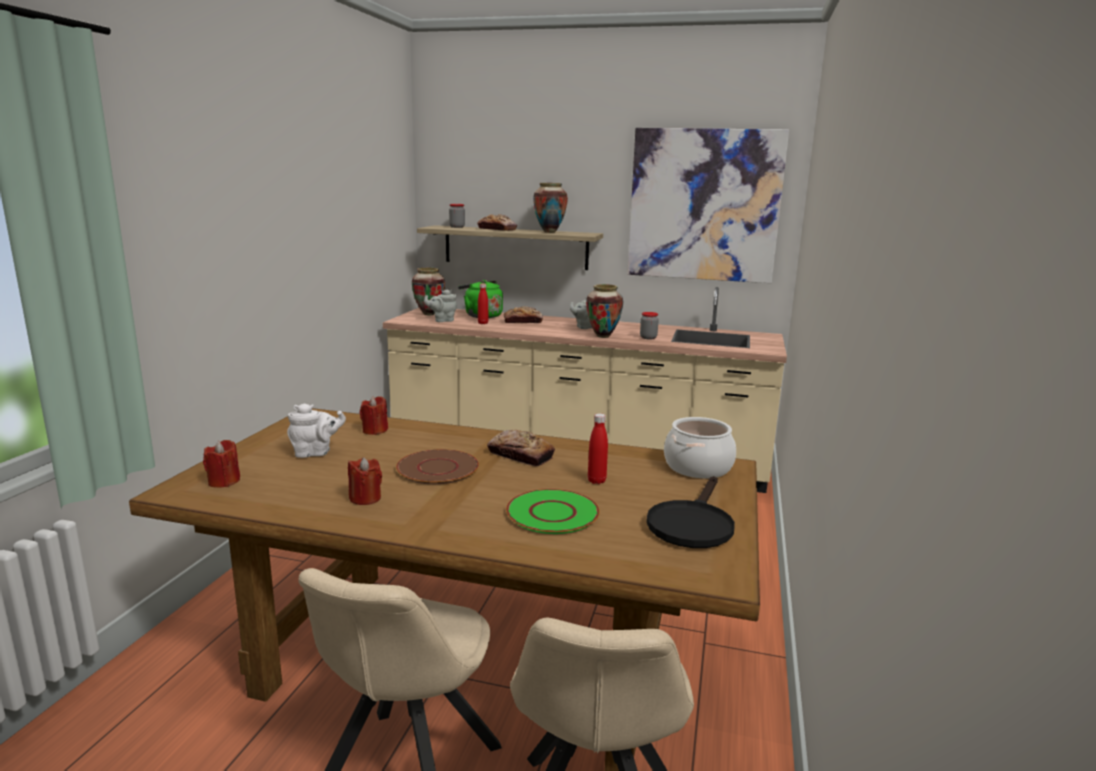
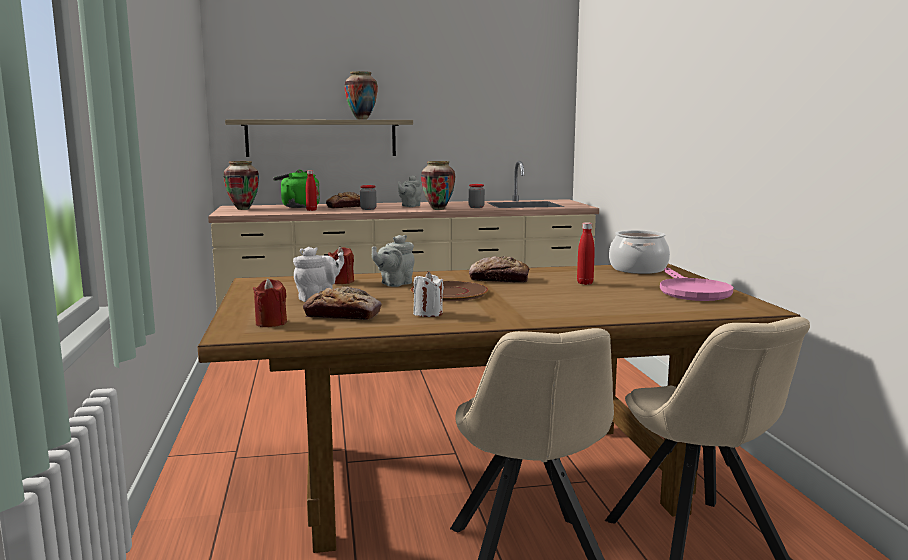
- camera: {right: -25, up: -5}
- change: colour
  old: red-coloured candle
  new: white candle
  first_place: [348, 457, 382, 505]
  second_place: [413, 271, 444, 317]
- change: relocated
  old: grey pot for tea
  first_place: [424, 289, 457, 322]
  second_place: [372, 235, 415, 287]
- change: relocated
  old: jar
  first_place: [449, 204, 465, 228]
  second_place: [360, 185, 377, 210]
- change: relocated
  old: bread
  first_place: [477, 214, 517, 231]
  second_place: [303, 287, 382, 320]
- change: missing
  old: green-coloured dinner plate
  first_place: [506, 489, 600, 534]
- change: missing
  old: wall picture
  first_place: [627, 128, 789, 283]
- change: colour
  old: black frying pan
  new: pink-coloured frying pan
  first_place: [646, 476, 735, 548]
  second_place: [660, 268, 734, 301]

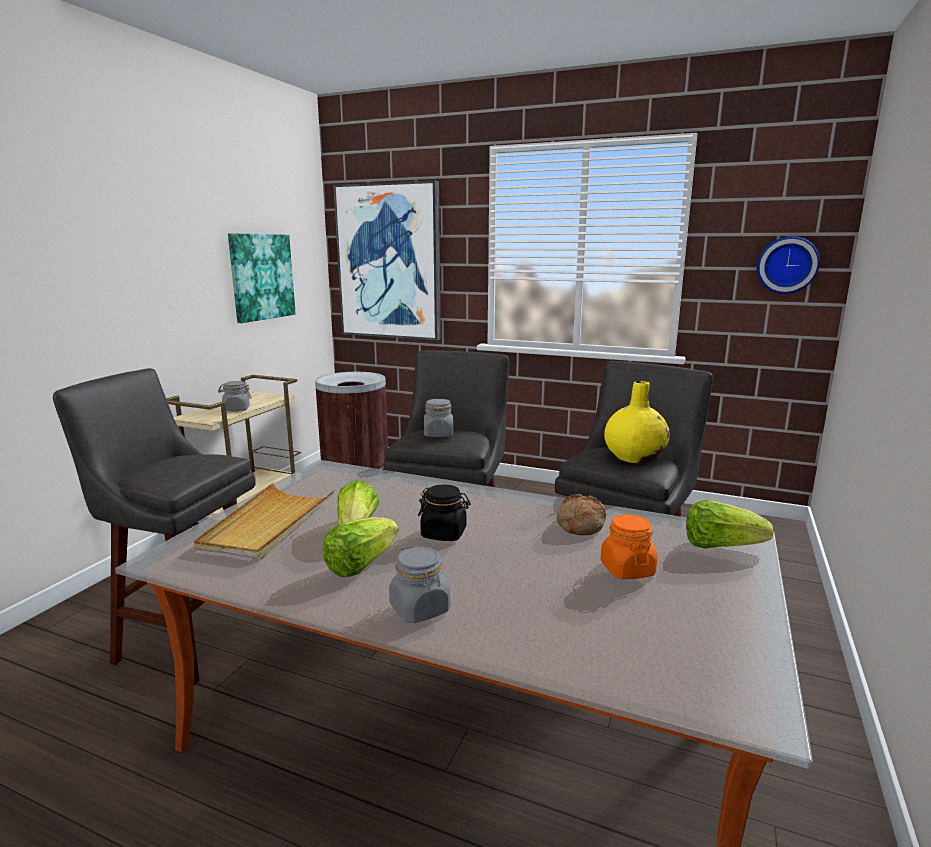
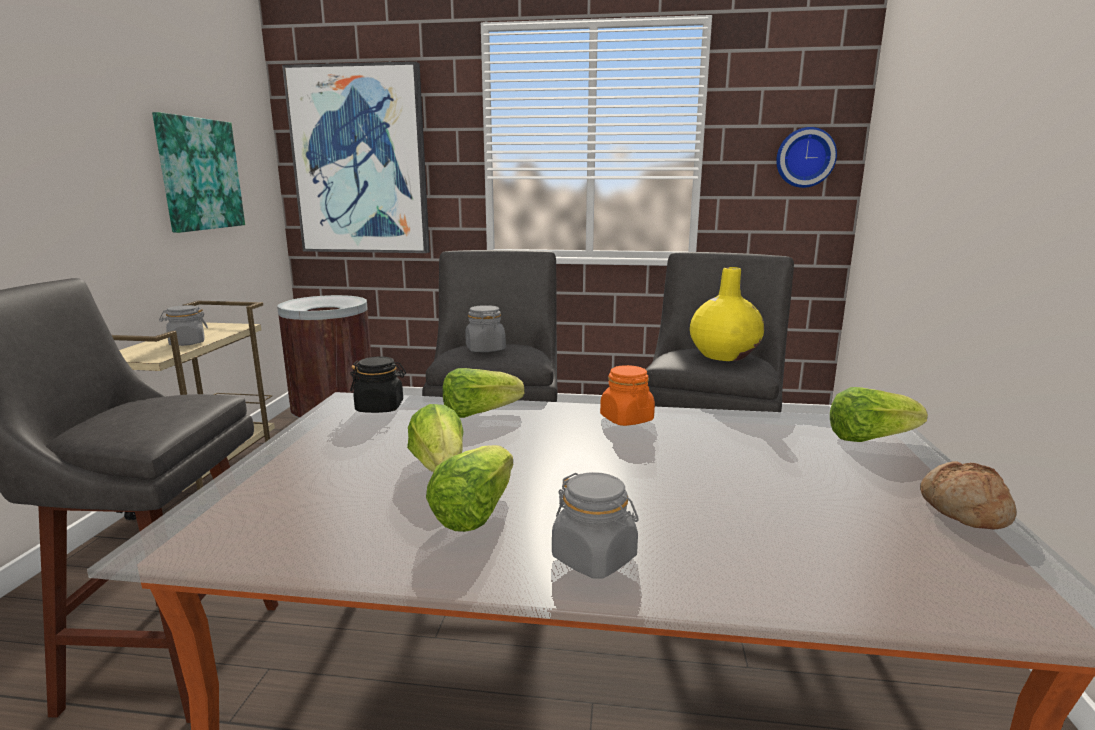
- camera: {right: -15, up: 0}
- change: missing
  old: beige-coloured tray
  first_place: [194, 483, 335, 560]
- change: relocated
  old: black jar
  first_place: [418, 485, 471, 541]
  second_place: [350, 357, 406, 413]
- change: relocated
  old: bread
  first_place: [557, 494, 606, 535]
  second_place: [920, 461, 1017, 529]
- change: relocated
  old: orangey jar
  first_place: [601, 514, 657, 579]
  second_place: [600, 365, 655, 426]
- change: appeared
  new: lettuce
  second_place: [442, 368, 524, 418]

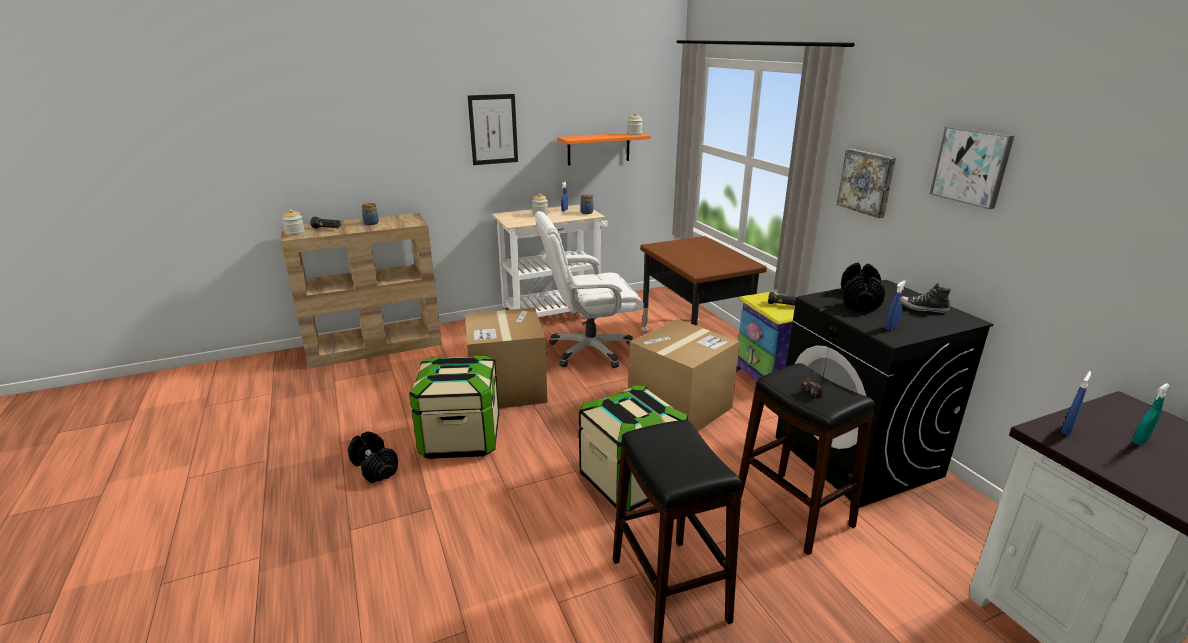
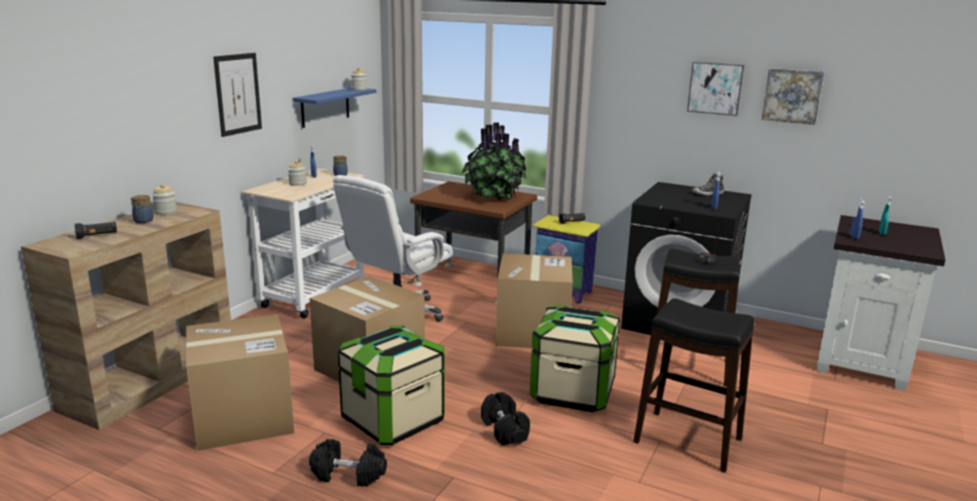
- camera: {right: -40, up: -5}
- change: relocated
  old: jar
  first_place: [282, 209, 305, 236]
  second_place: [152, 184, 177, 215]
- change: colour
  old: orangey shelf
  new: blue-coloured shelf
  first_place: [558, 133, 651, 166]
  second_place: [293, 88, 376, 128]
- change: relocated
  old: wall picture
  first_place: [837, 149, 896, 218]
  second_place: [762, 68, 824, 125]
- change: relocated
  old: black hand weight
  first_place: [841, 263, 885, 310]
  second_place: [481, 392, 530, 445]
- change: appeared
  new: carton
  second_place: [186, 314, 294, 451]
- change: appeared
  new: houseplant
  second_place: [461, 122, 526, 201]

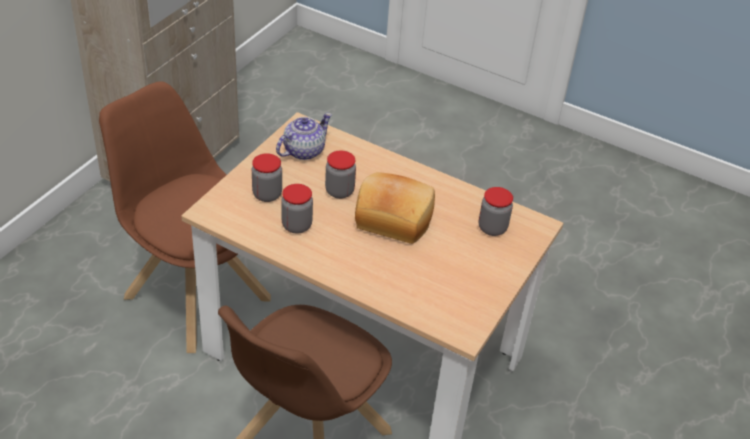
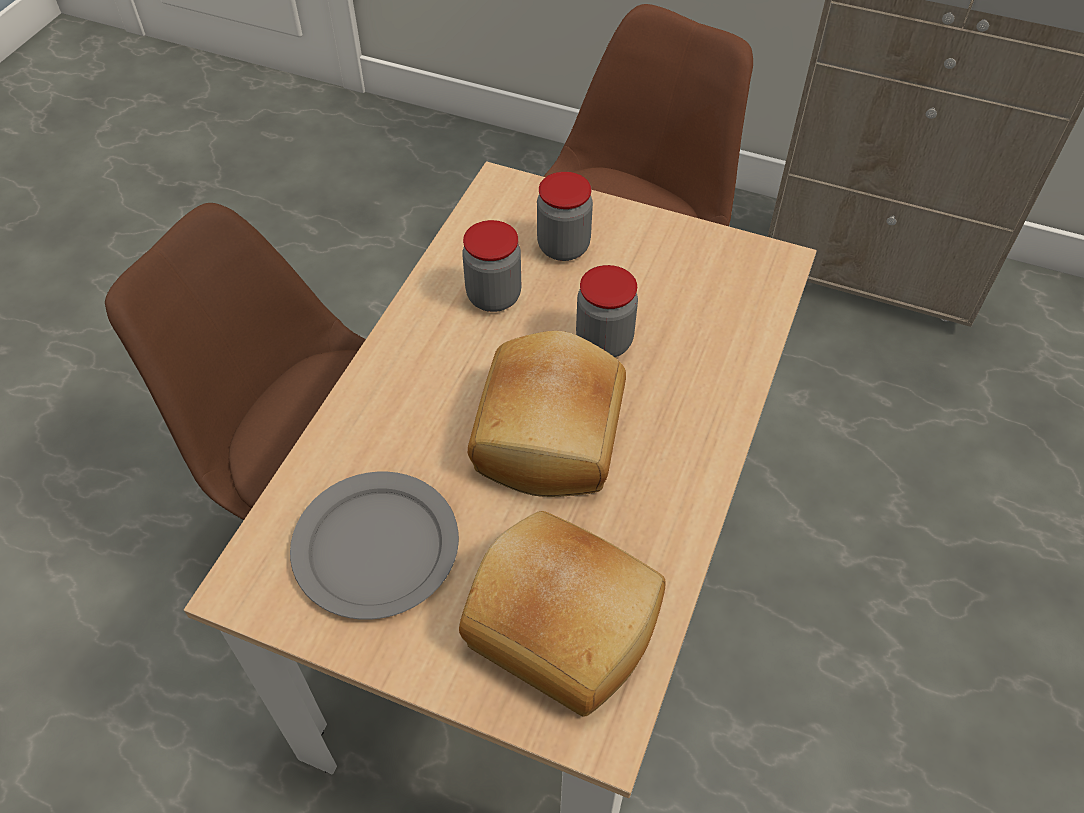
- camera: {right: 85, up: 10}
- change: missing
  old: pot for tea
  first_place: [276, 113, 332, 160]
- change: exchanged
  old: jar
  new: bread
  first_place: [479, 187, 513, 236]
  second_place: [459, 511, 666, 717]
- change: appeared
  new: grey dinner plate
  second_place: [290, 472, 459, 620]

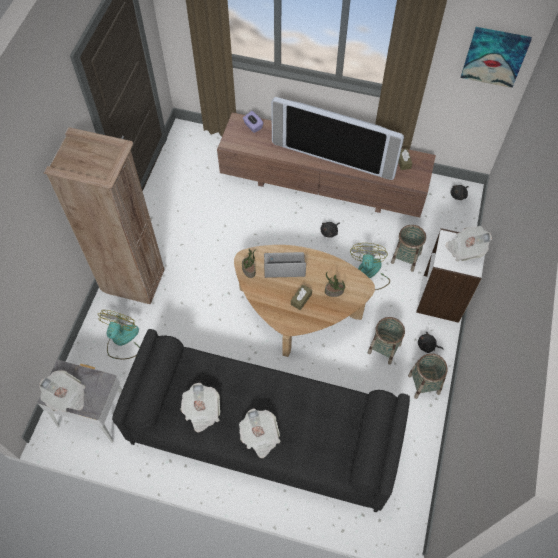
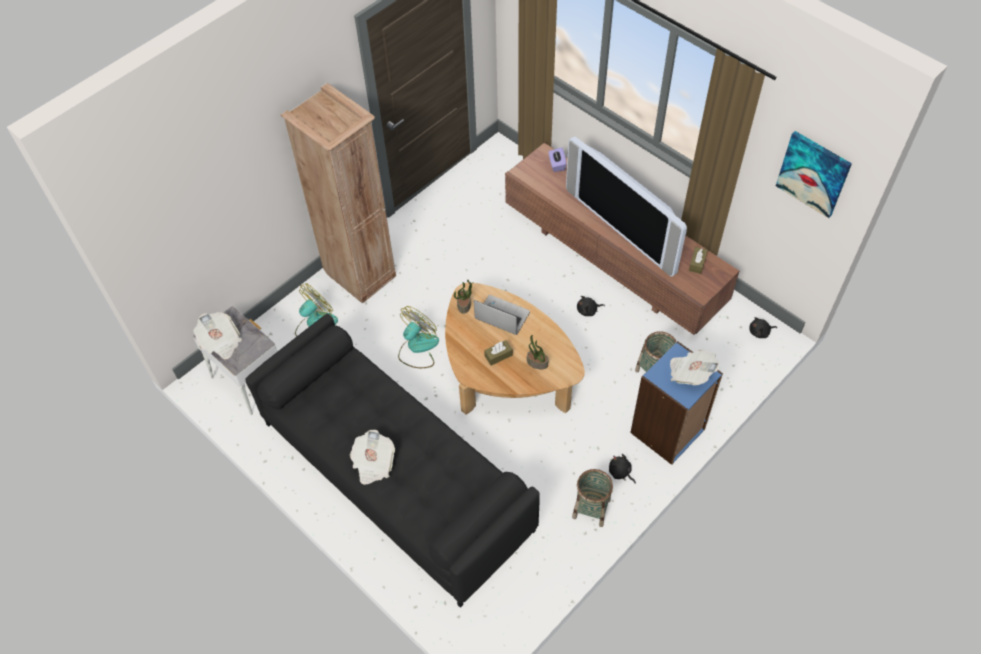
- camera: {right: 30, up: -5}
- change: missing
  old: newspaper
  first_place: [181, 383, 220, 433]
- change: relocated
  old: cooling fan
  first_place: [350, 243, 390, 290]
  second_place: [398, 306, 439, 368]
- change: missing
  old: storage basket
  first_place: [368, 317, 405, 365]
- change: colour
  old: white bookcase
  new: blue-coloured bookcase
  first_place: [416, 228, 485, 323]
  second_place: [630, 341, 723, 465]

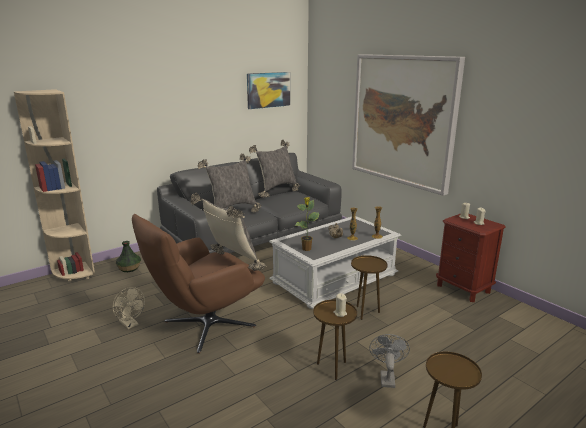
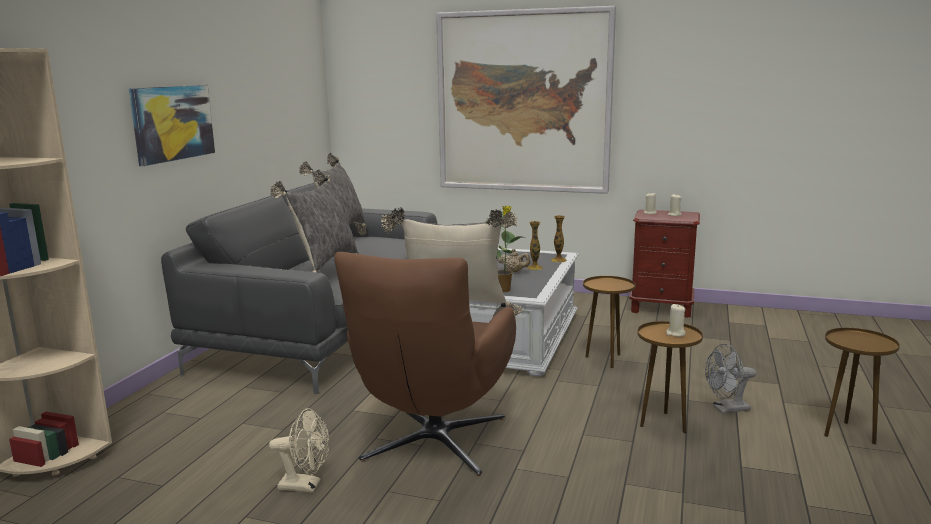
- camera: {right: -35, up: -5}
- change: missing
  old: decorative vase
  first_place: [116, 241, 141, 272]
- change: relocated
  old: wall picture
  first_place: [247, 72, 290, 109]
  second_place: [129, 85, 215, 166]
- change: spun
  old: grey cooling fan
  first_place: [369, 334, 410, 388]
  second_place: [705, 344, 756, 414]
  degrees: -75

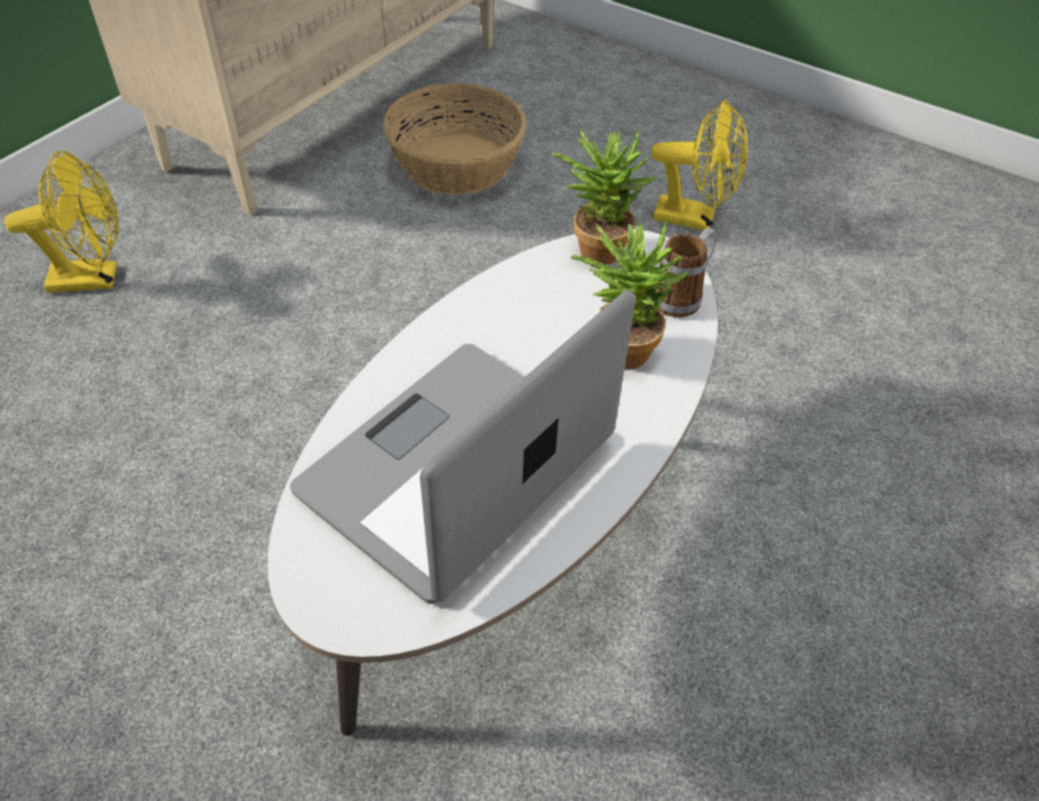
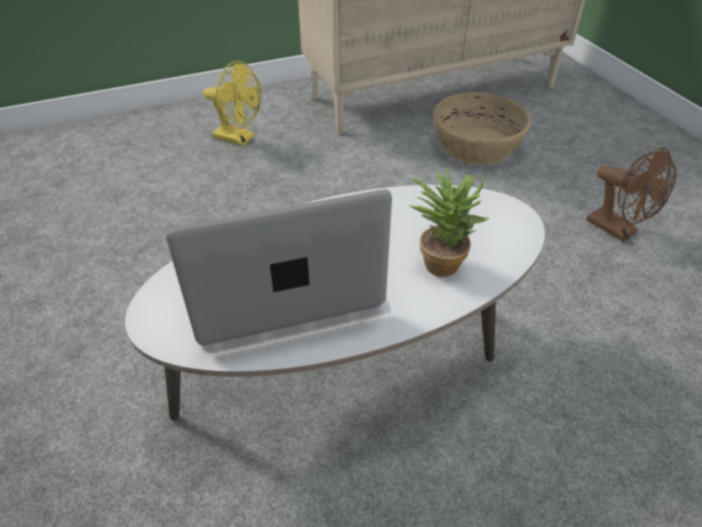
- camera: {right: 35, up: -5}
- change: missing
  old: houseplant
  first_place: [551, 125, 656, 265]
- change: colour
  old: yellow-coloured cooling fan
  new: brown cooling fan
  first_place: [651, 100, 748, 231]
  second_place: [586, 147, 676, 242]
- change: missing
  old: coffee mug
  first_place: [655, 227, 717, 317]

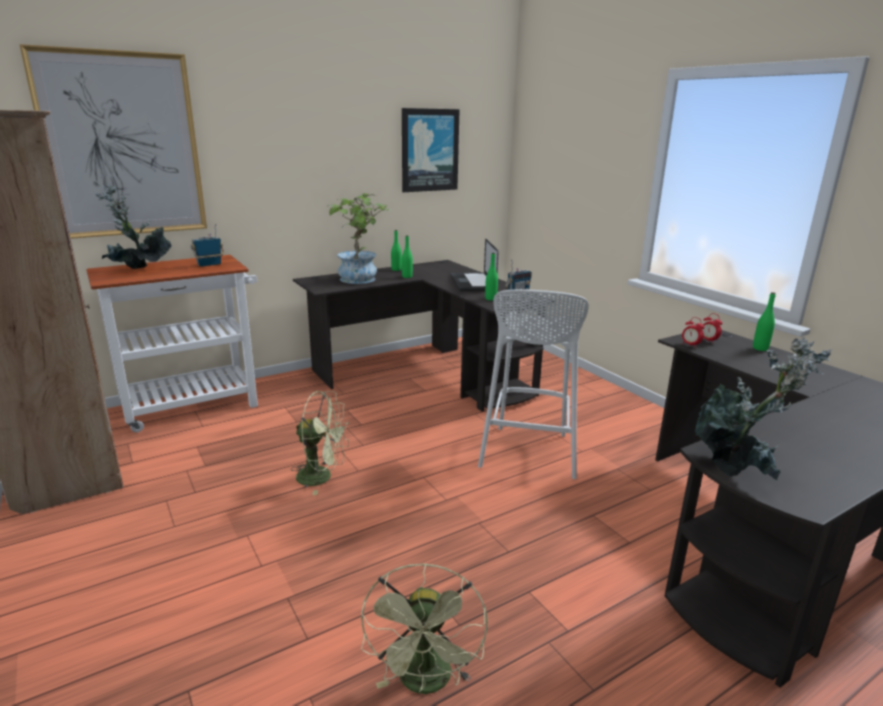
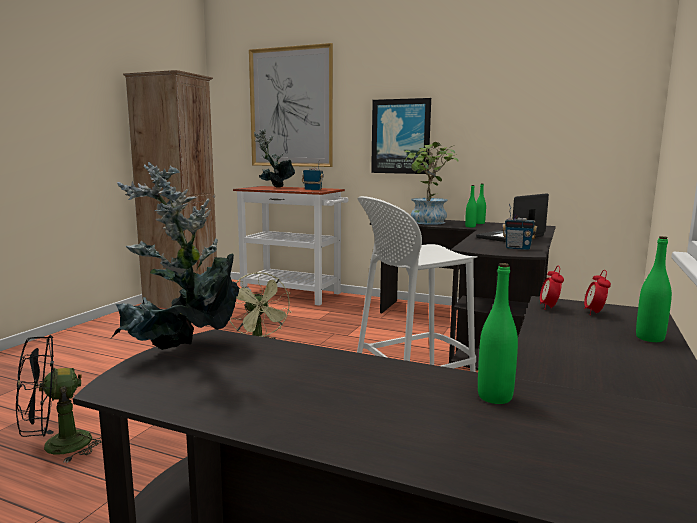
- camera: {right: 55, up: -10}
- change: colour
  old: green-coloured cooling fan
  new: black cooling fan
  first_place: [361, 563, 488, 694]
  second_place: [16, 334, 102, 463]
- change: relocated
  old: wall picture
  first_place: [402, 108, 460, 192]
  second_place: [371, 98, 431, 174]
- change: relocated
  old: green-coloured beverage bottle
  first_place: [485, 253, 498, 301]
  second_place: [478, 263, 518, 404]

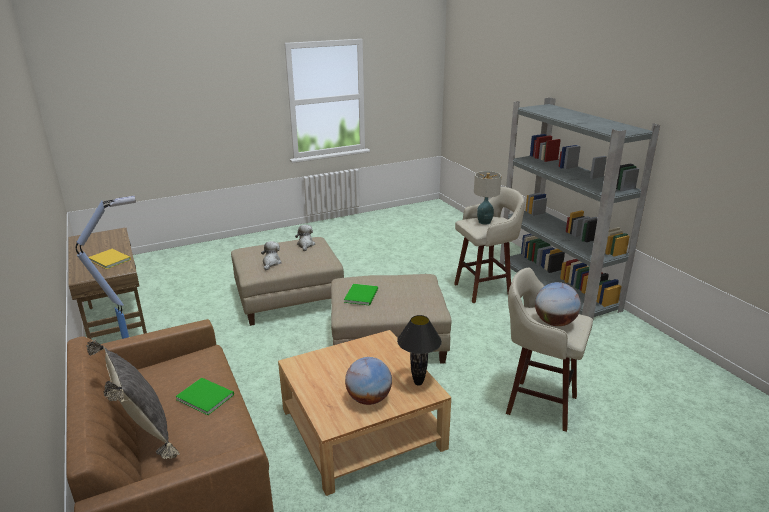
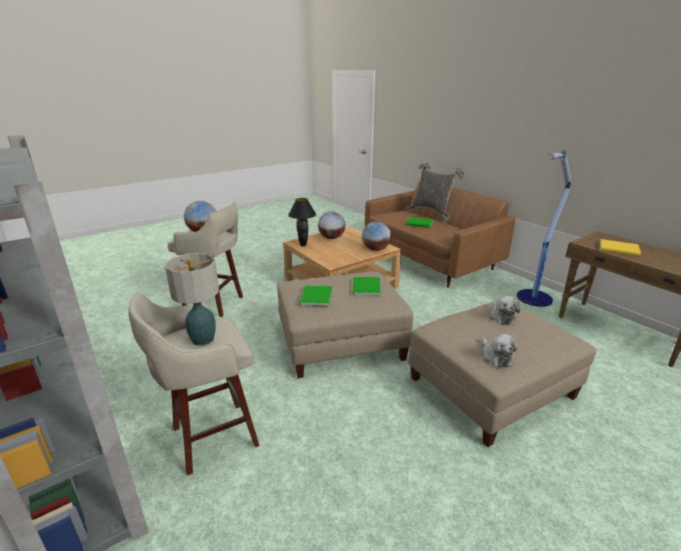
- camera: {right: 170, up: 0}
- change: appeared
  new: green-coloured book
  second_place: [300, 285, 332, 306]
- change: appeared
  new: desk globe
  second_place: [362, 221, 391, 251]

